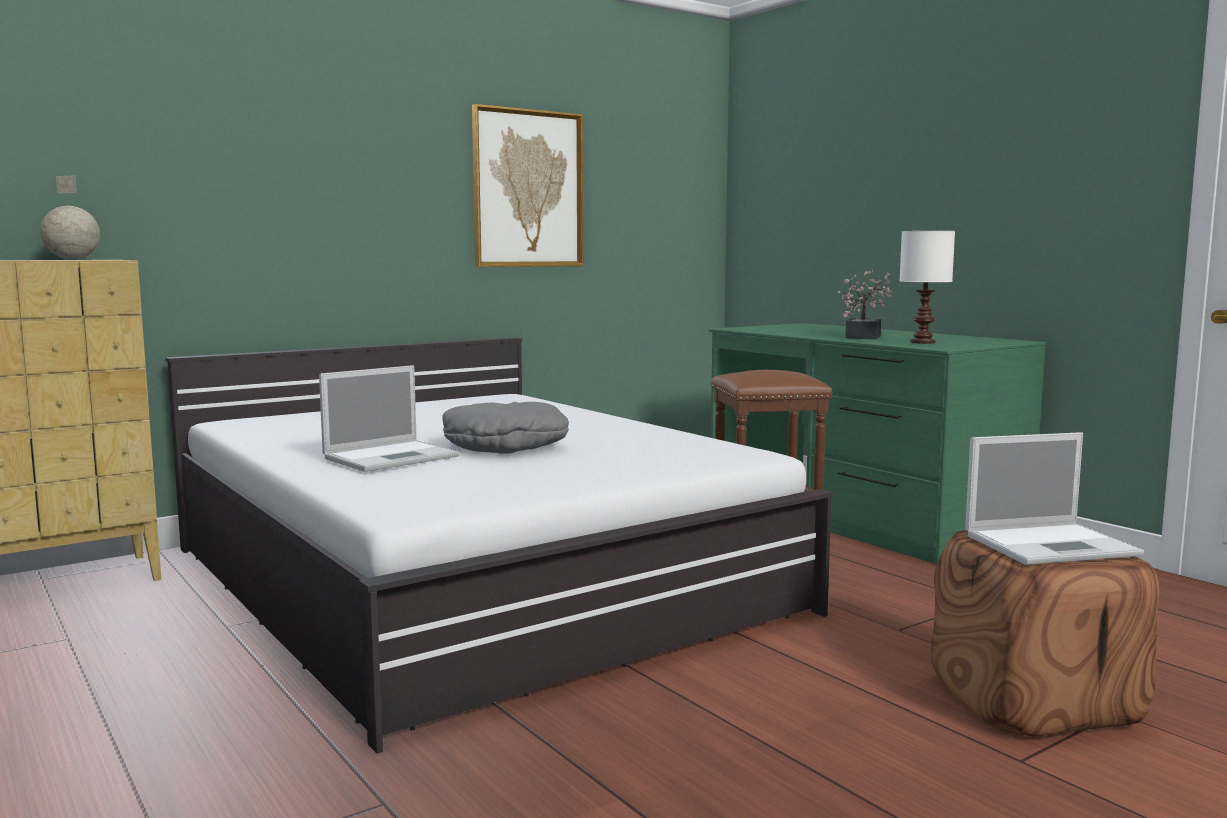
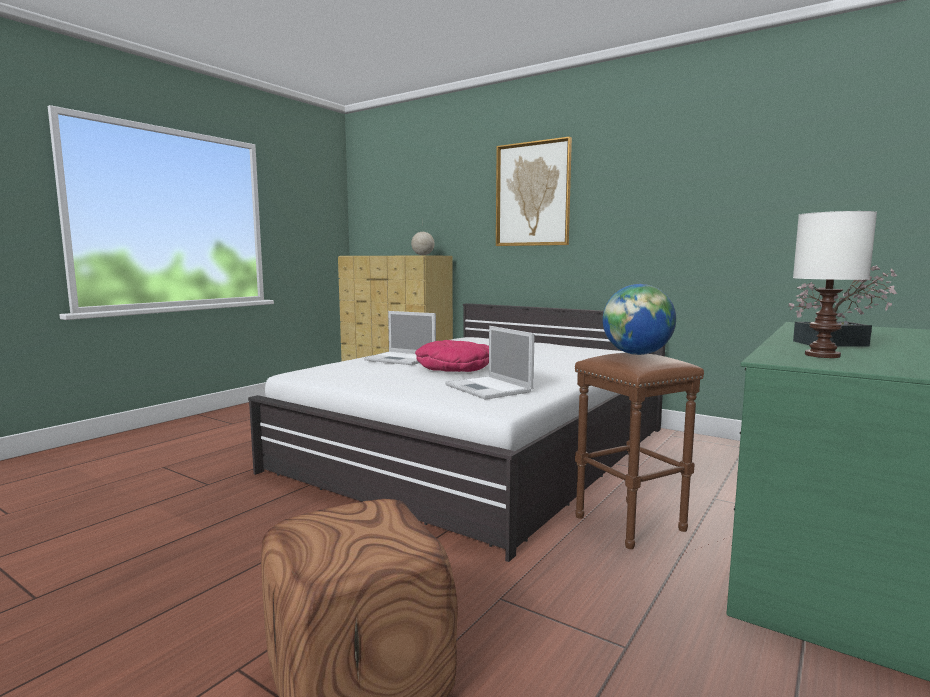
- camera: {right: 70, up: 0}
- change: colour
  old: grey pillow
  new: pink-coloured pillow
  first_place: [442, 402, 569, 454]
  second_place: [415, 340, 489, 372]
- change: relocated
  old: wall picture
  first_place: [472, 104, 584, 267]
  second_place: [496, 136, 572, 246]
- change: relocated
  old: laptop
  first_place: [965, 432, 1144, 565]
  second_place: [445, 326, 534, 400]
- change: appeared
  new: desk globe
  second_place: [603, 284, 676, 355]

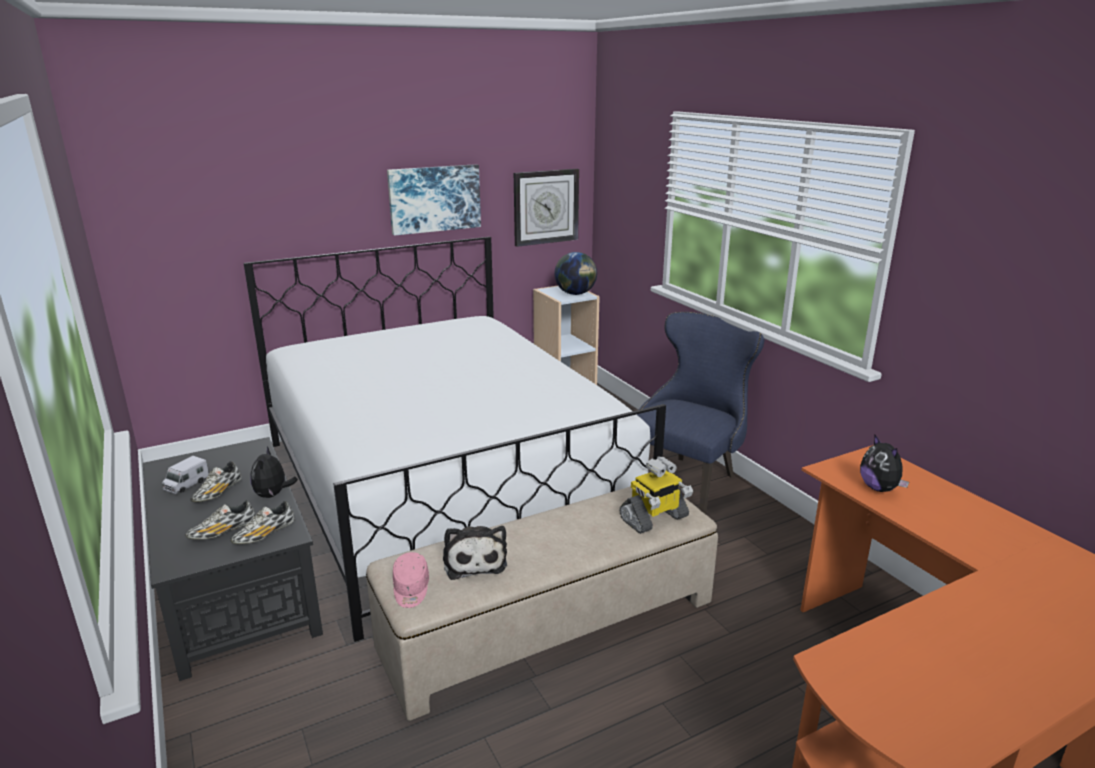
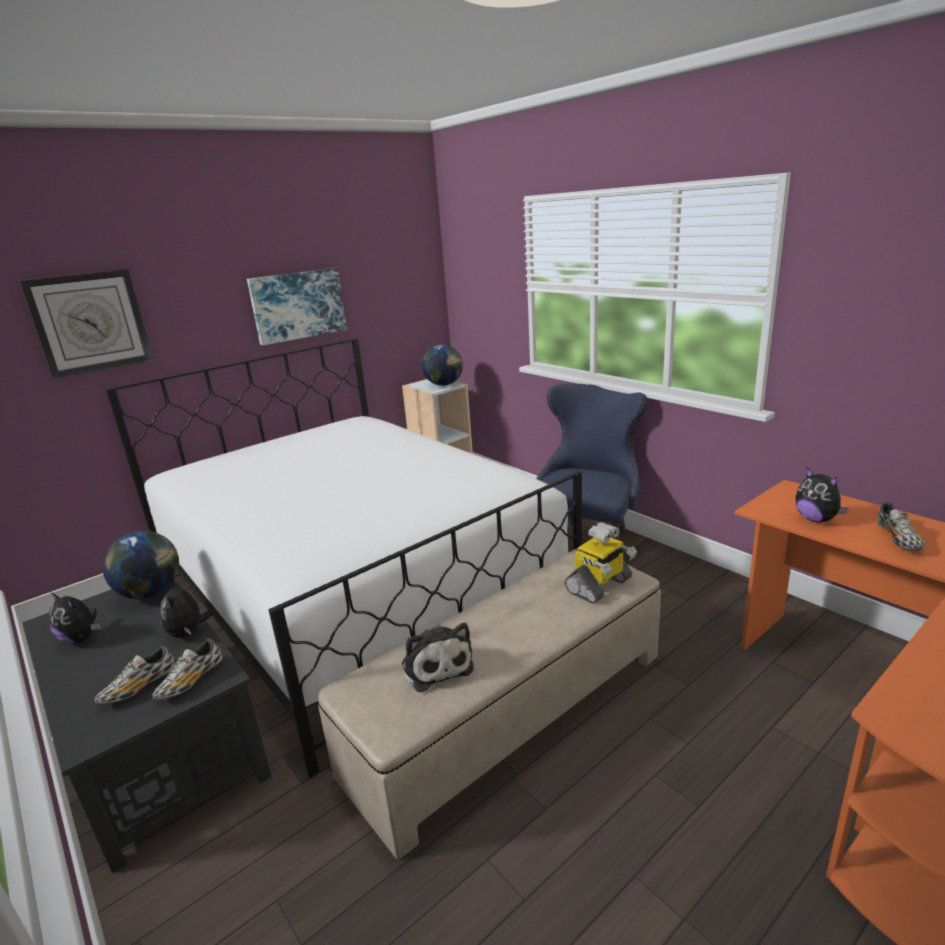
- camera: {right: -10, up: 0}
- change: exchanged
  old: toy lorry
  new: soft toy
  first_place: [162, 456, 209, 494]
  second_place: [49, 593, 101, 644]
- change: relocated
  old: low shoe
  first_place: [190, 461, 242, 502]
  second_place: [877, 502, 925, 551]
- change: missing
  old: pink-coloured peaked cap
  first_place: [393, 552, 429, 608]
- change: relocated
  old: wall clock
  first_place: [514, 169, 579, 247]
  second_place: [19, 269, 153, 379]
- change: appeared
  new: desk globe
  second_place: [102, 531, 179, 599]

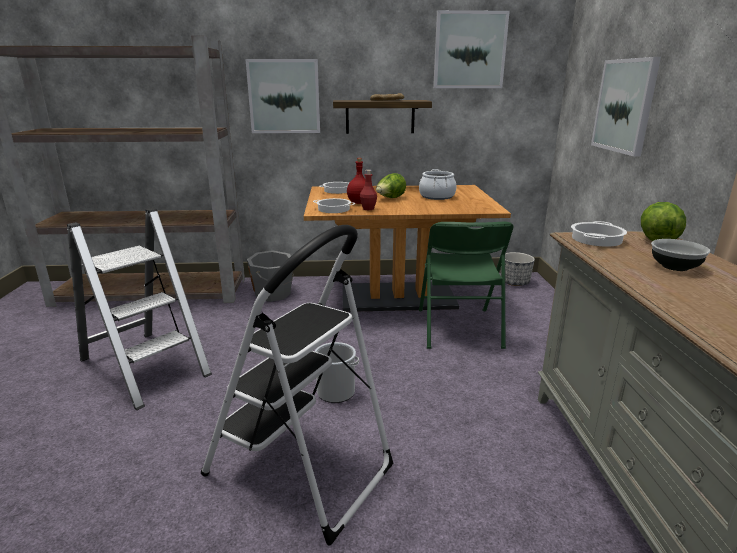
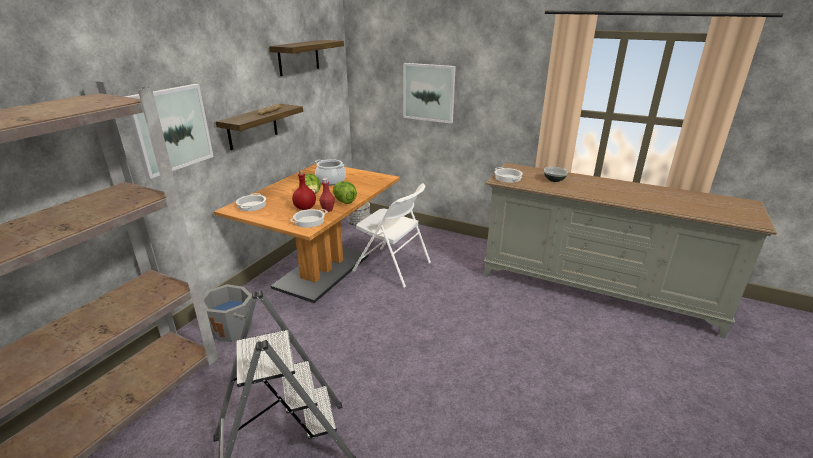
- camera: {right: -60, up: 5}
- change: missing
  old: step ladder
  first_place: [201, 225, 393, 545]
- change: missing
  old: bucket
  first_place: [315, 342, 359, 403]
- change: colour
  old: green-coloured upright chair
  new: white upright chair
  first_place: [419, 222, 513, 349]
  second_place: [352, 183, 431, 288]
- change: exchanged
  old: wall picture
  new: shelf
  first_place: [433, 10, 510, 88]
  second_place: [269, 40, 344, 76]
- change: relocated
  old: lettuce
  first_place: [641, 202, 686, 241]
  second_place: [333, 181, 357, 204]

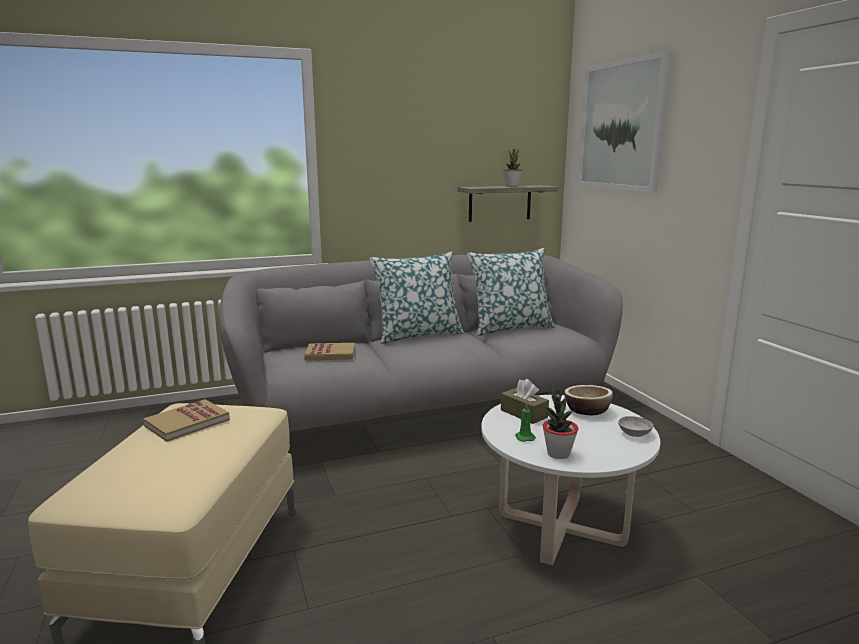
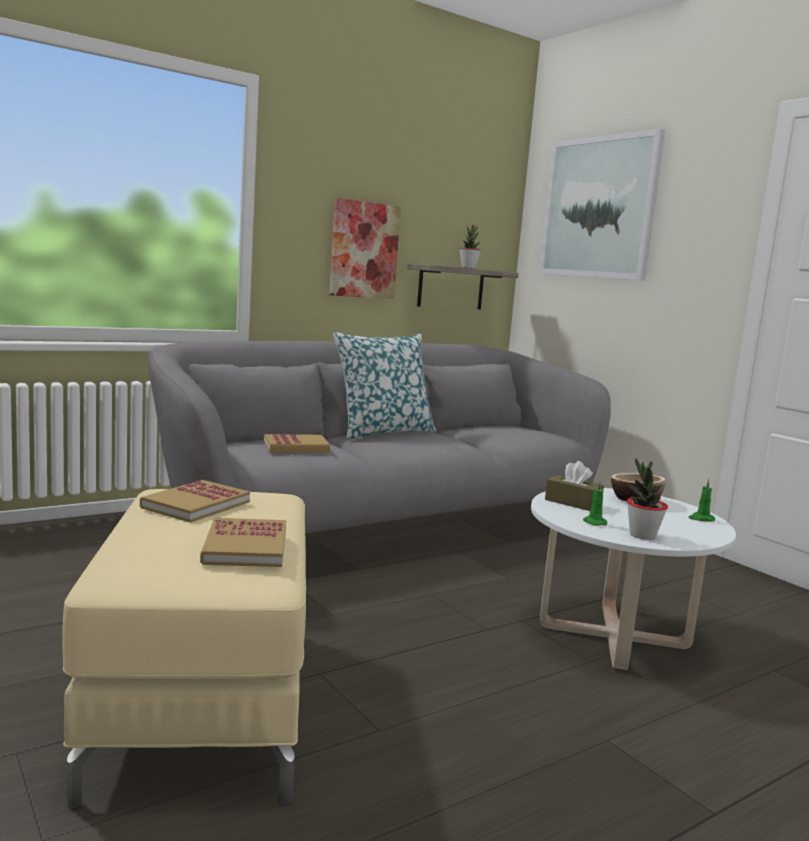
- camera: {right: -15, up: -5}
- change: missing
  old: pillow
  first_place: [467, 248, 555, 336]
- change: exchanged
  old: grey serving bowl
  new: green-coloured candle
  first_place: [618, 416, 654, 437]
  second_place: [688, 479, 715, 521]
- change: appeared
  new: book
  second_place: [200, 518, 286, 567]
- change: appeared
  new: wall picture
  second_place: [329, 198, 401, 299]

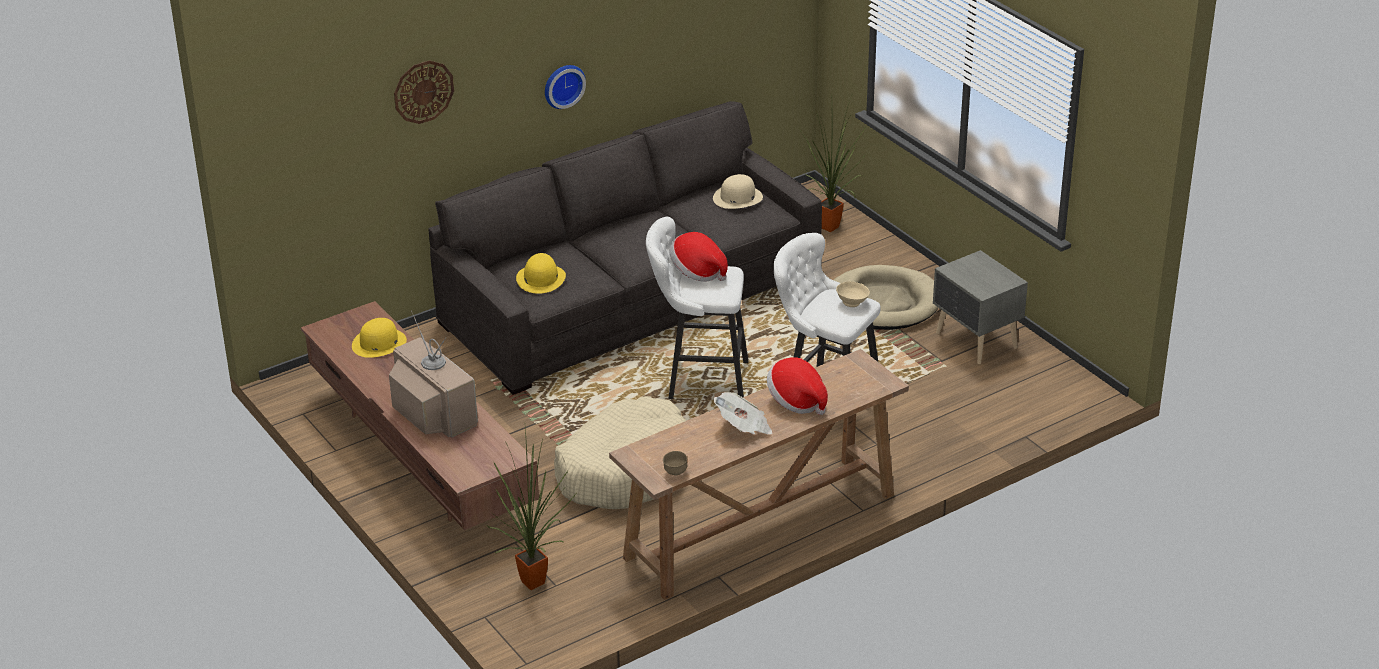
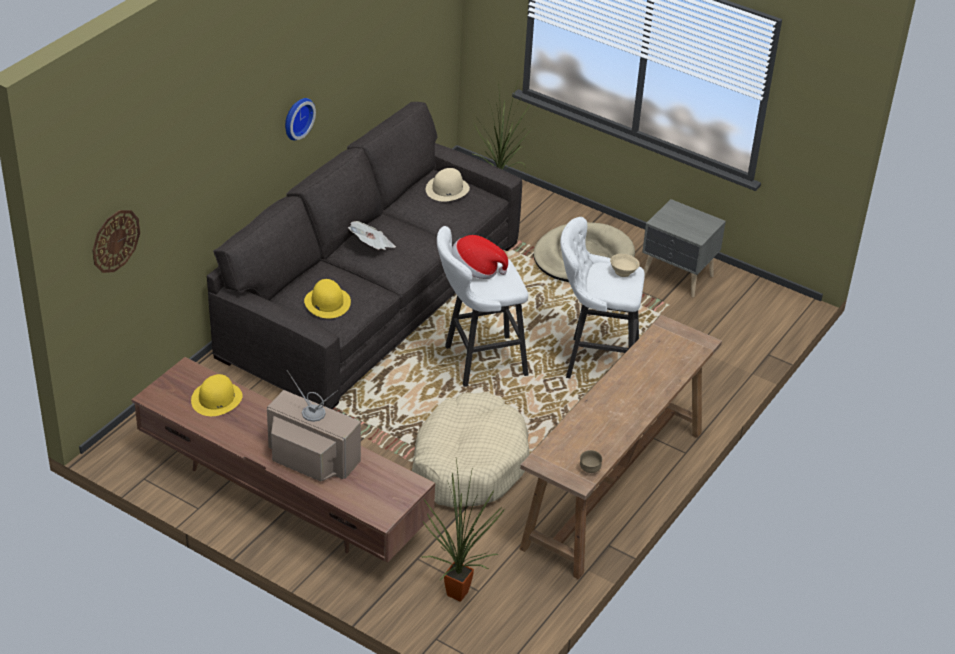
- camera: {right: -25, up: 5}
- change: relocated
  old: wall clock
  first_place: [394, 60, 454, 124]
  second_place: [92, 210, 140, 273]
- change: relocated
  old: newspaper
  first_place: [713, 392, 772, 435]
  second_place: [348, 221, 396, 250]
- change: missing
  old: clothing hat
  first_place: [767, 357, 828, 415]

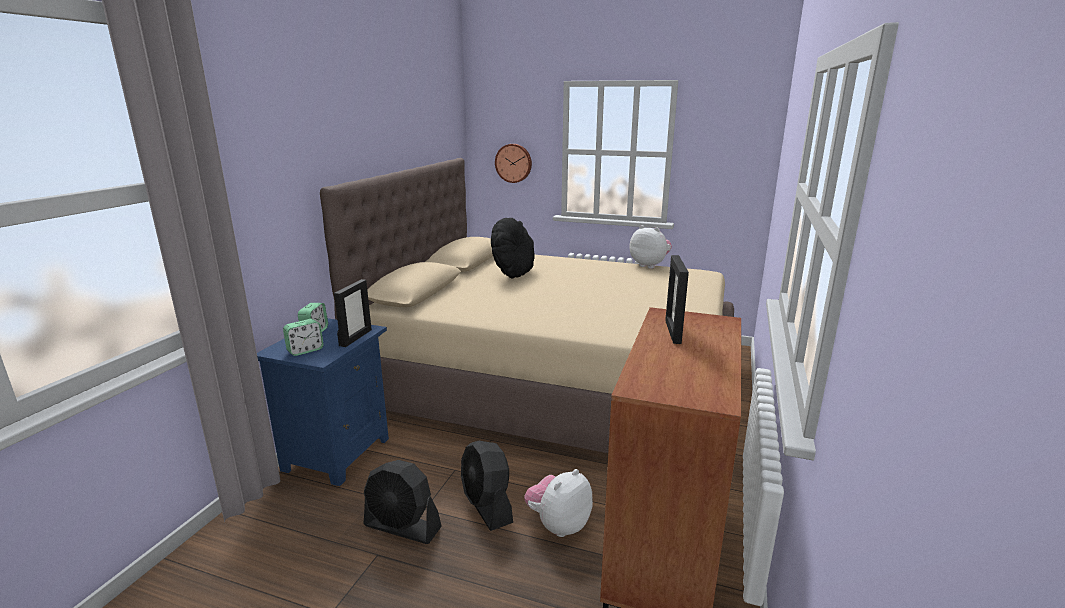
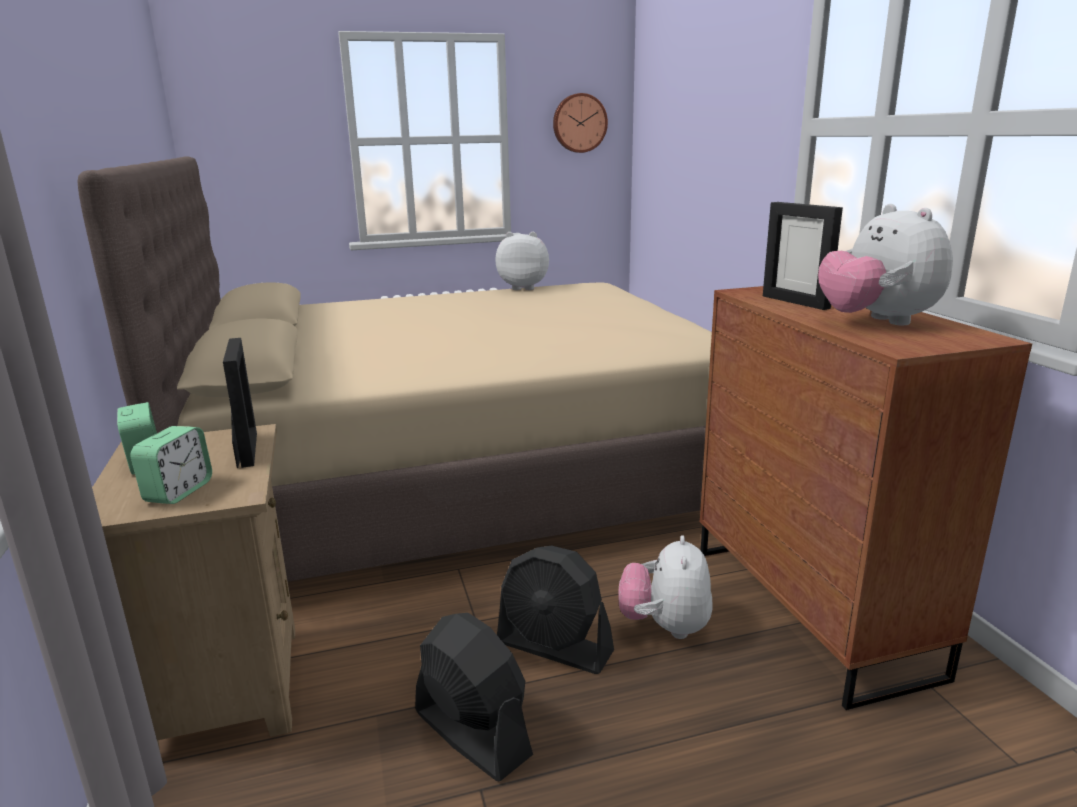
- camera: {right: -35, up: 0}
- change: colour
  old: blue-coloured nightstand
  new: beige-coloured nightstand
  first_place: [257, 318, 389, 486]
  second_place: [92, 424, 295, 750]
- change: spun
  old: black cooling fan
  first_place: [364, 460, 442, 544]
  second_place: [415, 613, 533, 781]
  degrees: -120
- change: missing
  old: black pillow
  first_place: [491, 218, 535, 278]
- change: relocated
  old: wall clock
  first_place: [495, 144, 532, 183]
  second_place: [553, 93, 608, 153]
- change: appeared
  new: soft toy
  second_place: [818, 204, 953, 325]

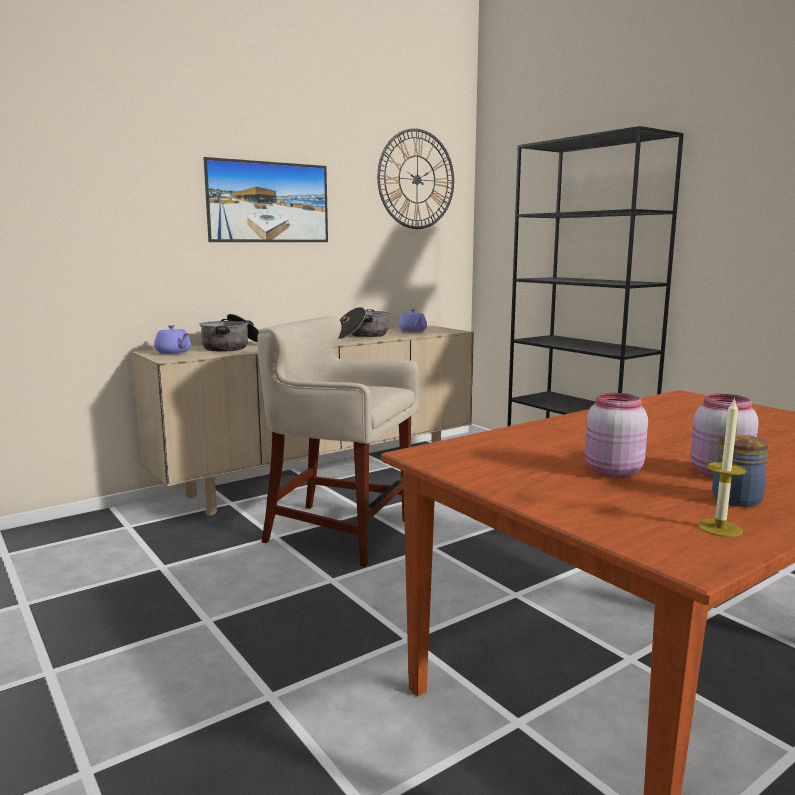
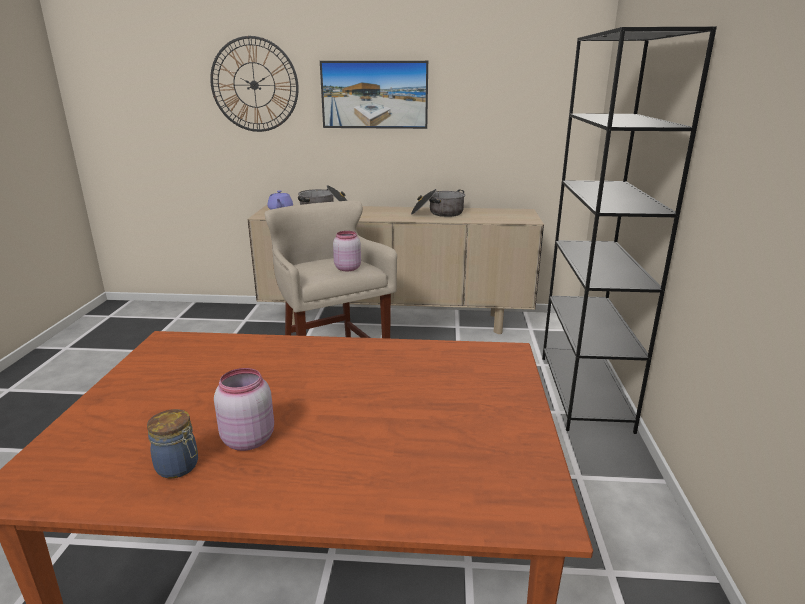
- camera: {right: 40, up: 10}
- change: relocated
  old: wall clock
  first_place: [377, 128, 454, 229]
  second_place: [210, 36, 299, 132]
- change: missing
  old: purple-coloured pot for tea
  first_place: [399, 309, 427, 332]
- change: relocated
  old: pink-coloured jar
  first_place: [585, 393, 648, 478]
  second_place: [333, 231, 361, 271]
- change: missing
  old: candle
  first_place: [698, 397, 747, 537]

